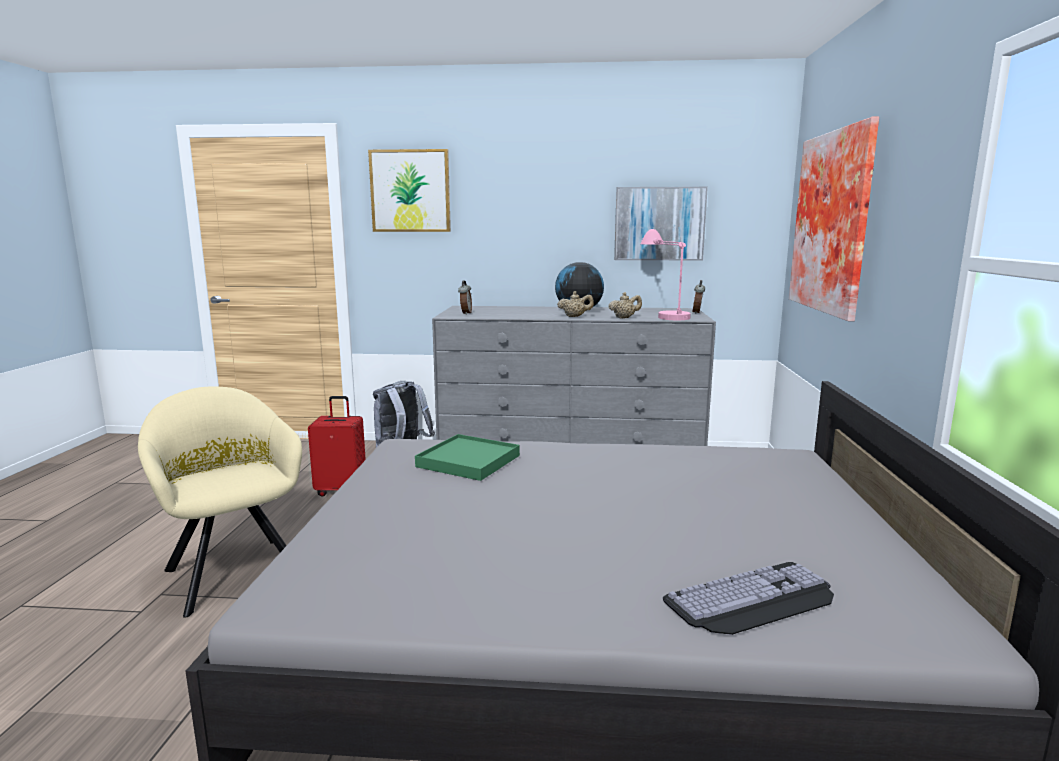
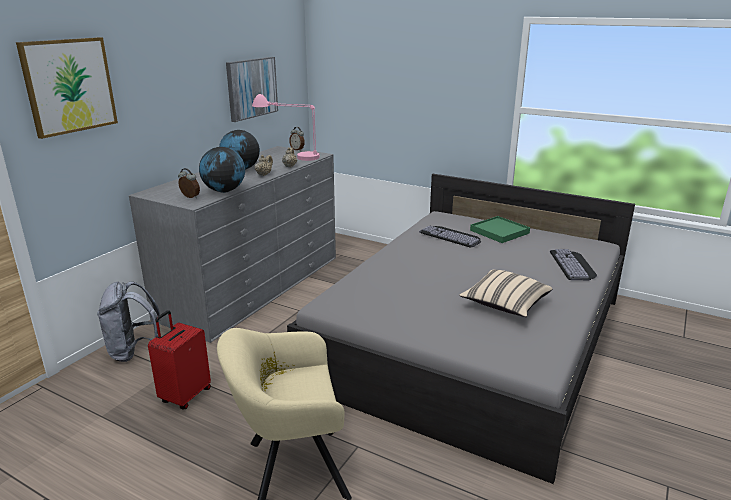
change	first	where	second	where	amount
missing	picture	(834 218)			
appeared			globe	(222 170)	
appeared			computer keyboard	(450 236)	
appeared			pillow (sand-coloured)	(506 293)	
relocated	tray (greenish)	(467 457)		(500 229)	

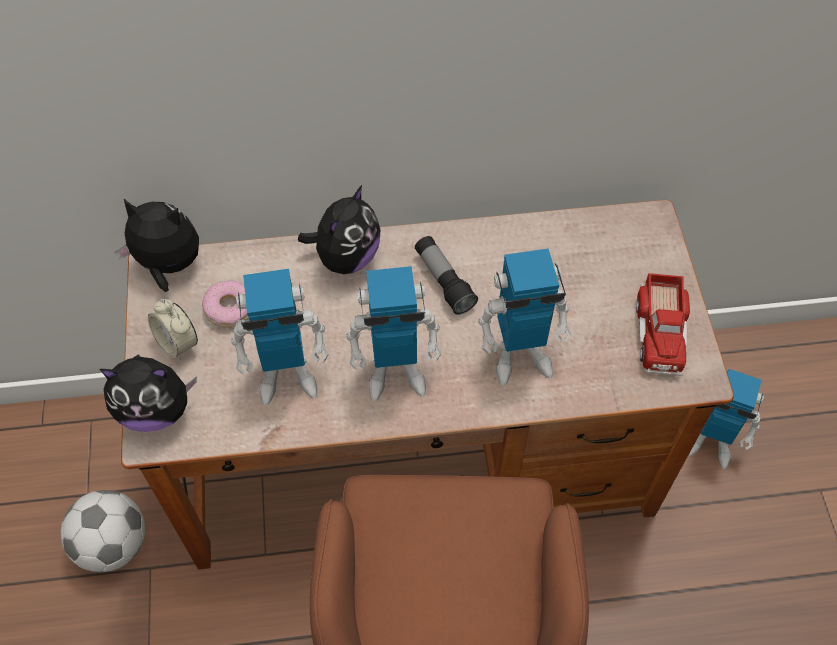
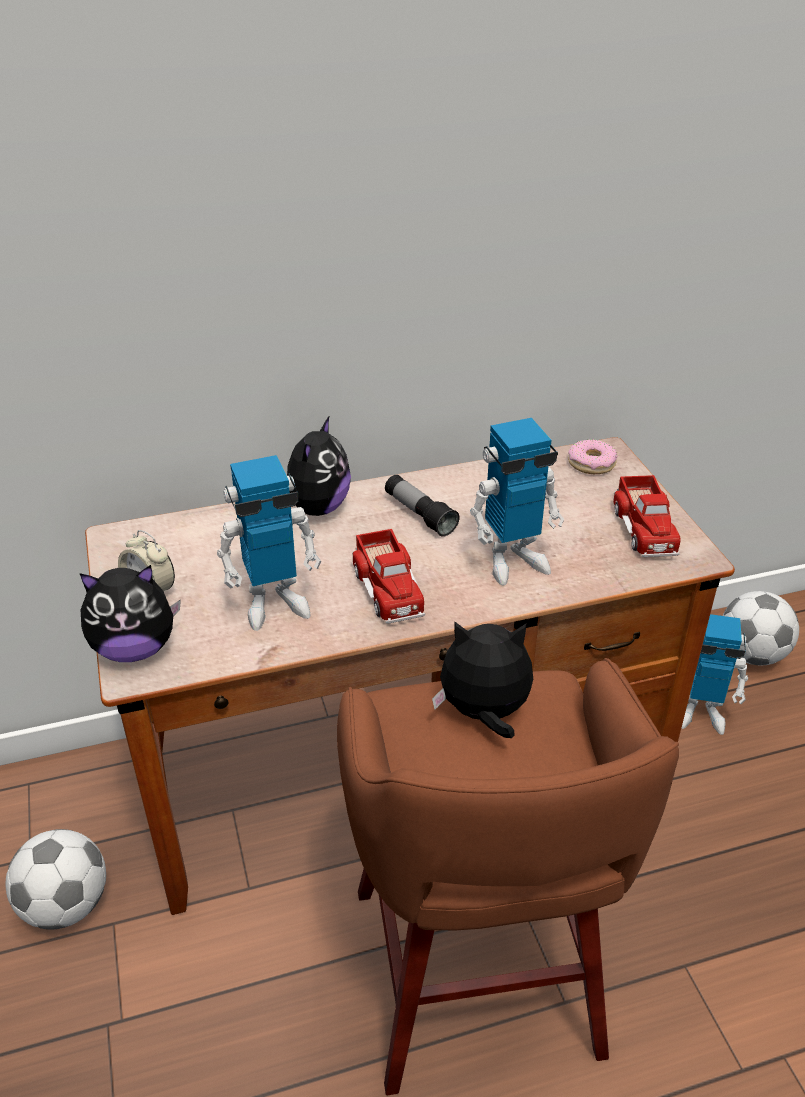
change	first	where	second	where	amount
appeared			ball for football	(761 628)	
relocated	plush toy	(157 245)		(482 680)	
relocated	ring doughnut	(225 304)		(593 456)	
exchanged	toy robot	(394 334)	toy lorry	(388 576)	

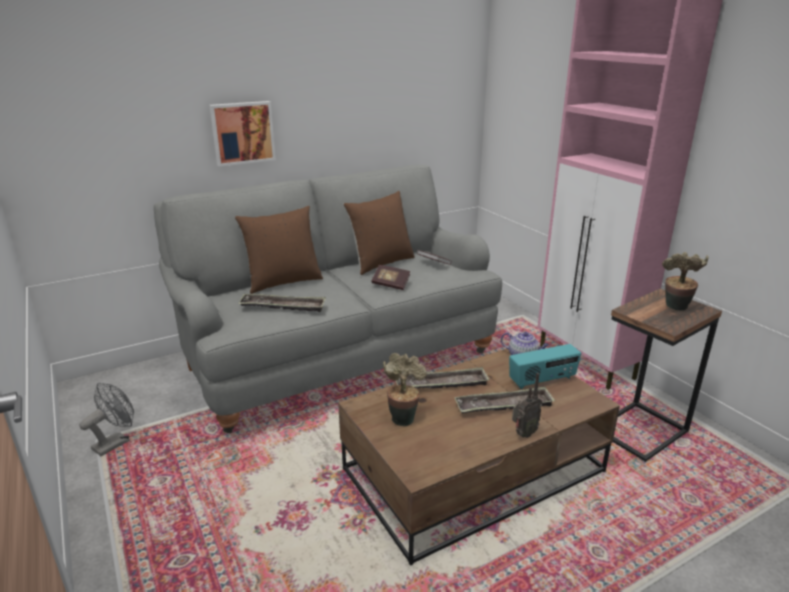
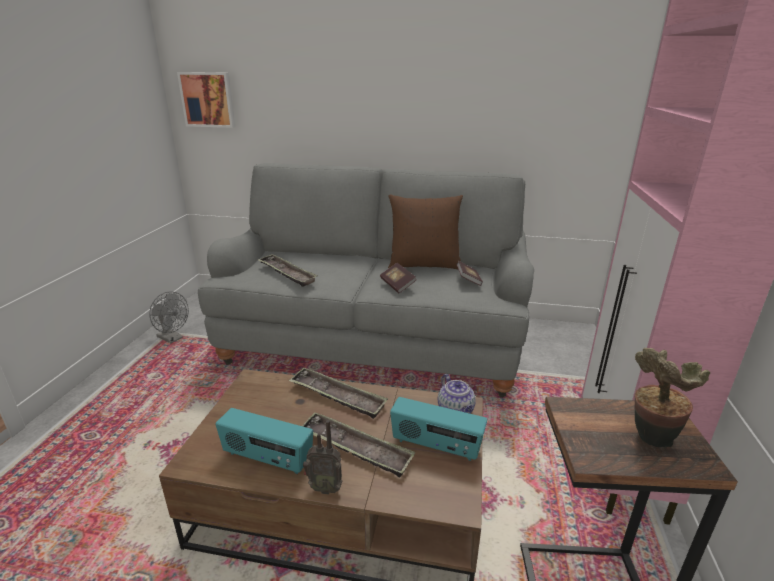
change	first	where	second	where	amount
missing	pillow (brown)	(279 250)			
missing	plant in a pot	(405 390)			
appeared			radio	(264 441)	
relocated	picture	(242 134)		(206 100)	
spun	cooling fan (grey)	(106 419)		(169 317)	45 degrees clockwise

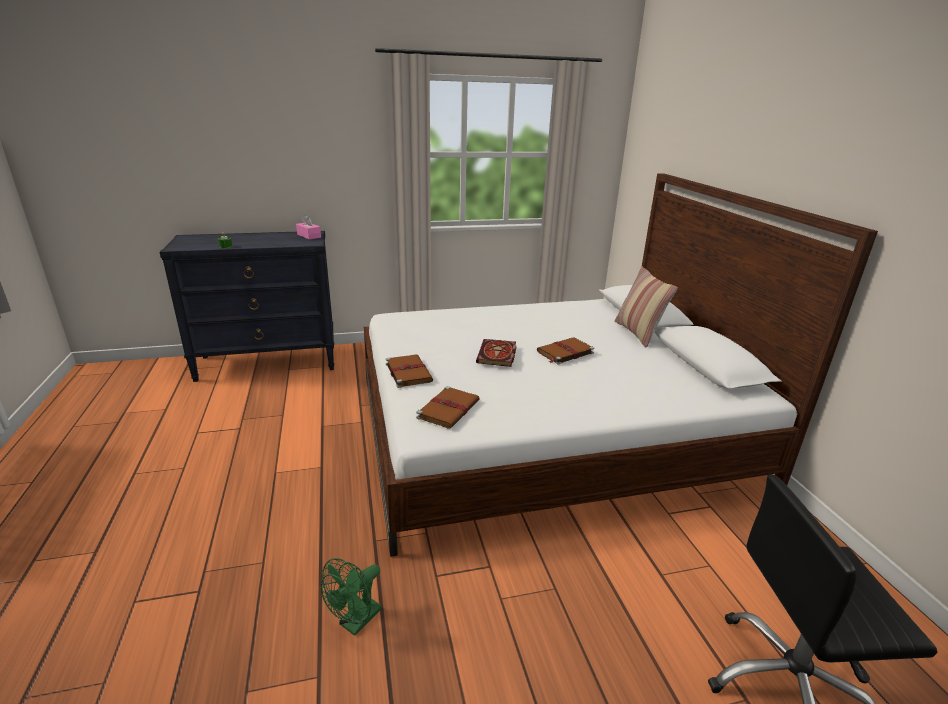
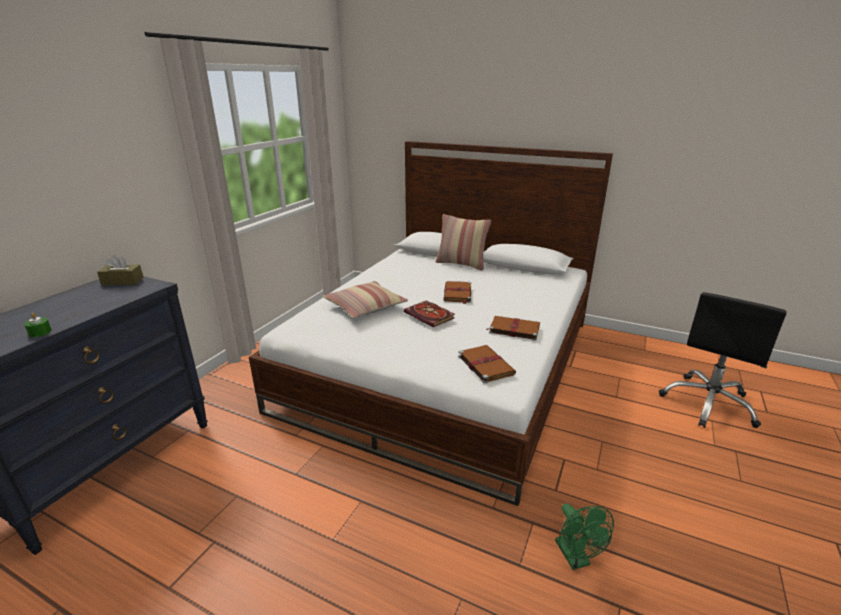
change	first	where	second	where	amount
appeared			pillow	(365 300)	
relocated	bound book (brown)	(409 371)		(513 328)	
colour	tissue holder (pink-coloured)	(308 227)	tissue holder (brown)	(120 270)	

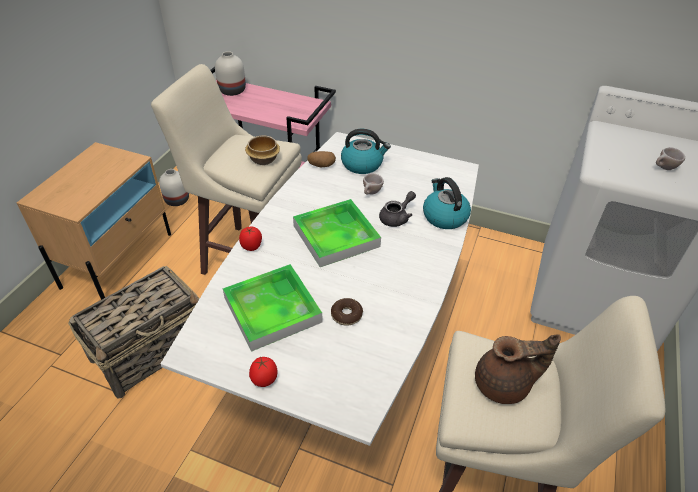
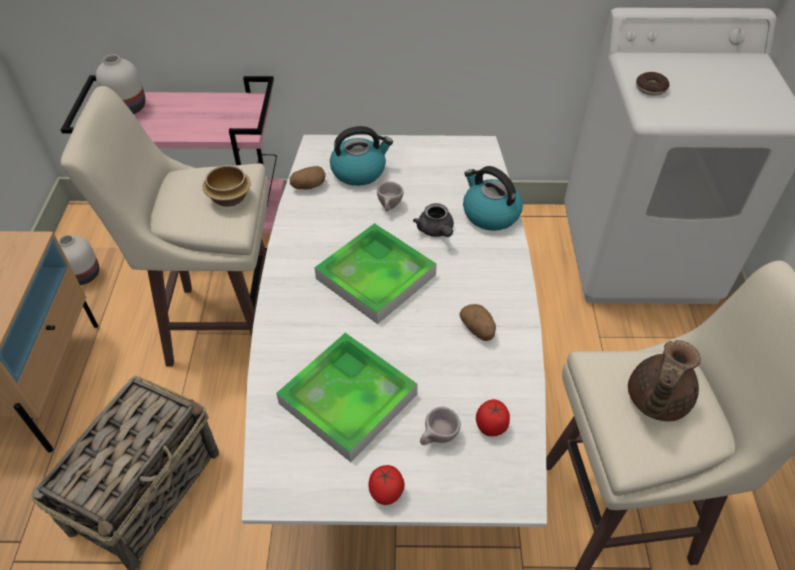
change	first	where	second	where	amount
appeared			potato	(478 322)	
relocated	fresh tomato	(250 238)		(493 417)	
relocated	ring doughnut	(347 312)		(652 84)	
relocated	drinking cup (sand-coloured)	(670 158)		(440 426)	
spun	teapot (grey)	(397 209)		(433 220)	135 degrees clockwise
spun	teapot (brown)	(518 369)		(664 381)	150 degrees clockwise

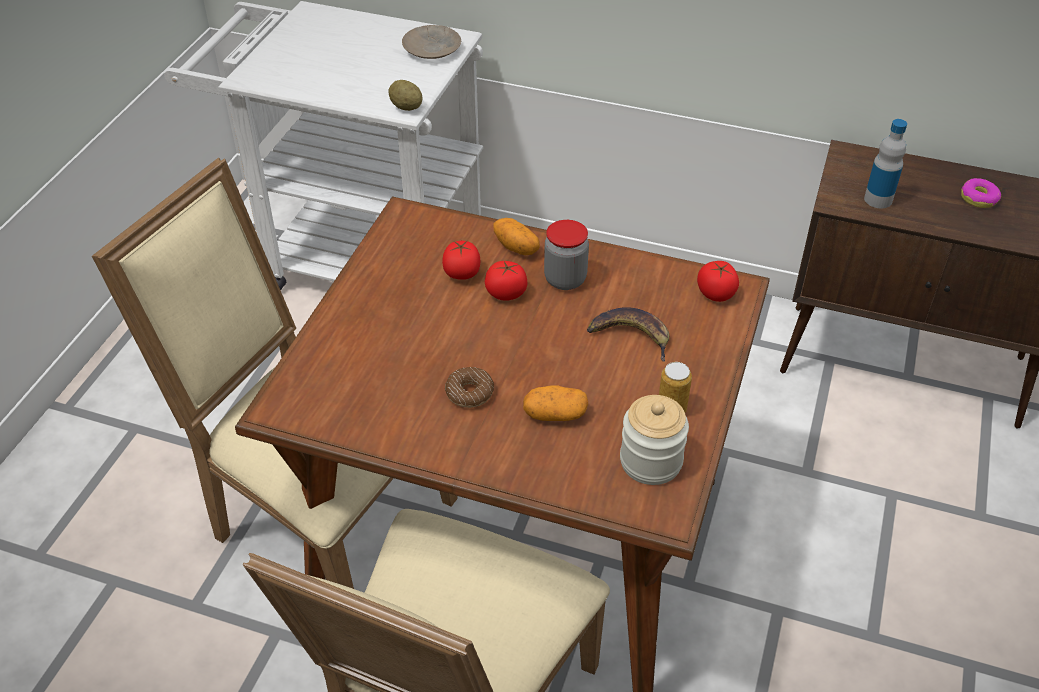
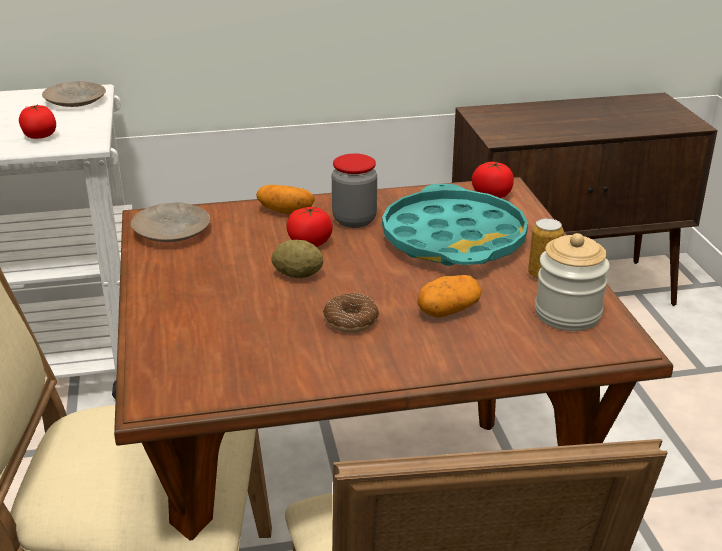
change	first	where	second	where	amount
missing	beverage bottle	(885 163)			
missing	ring doughnut	(981 193)			
appeared			dinner plate (sand-coloured)	(170 222)	
relocated	potato	(405 95)		(297 259)	
relocated	fresh tomato	(461 260)		(37 121)	
exchanged	banana fruit	(628 334)	tray (blue-green)	(455 225)	

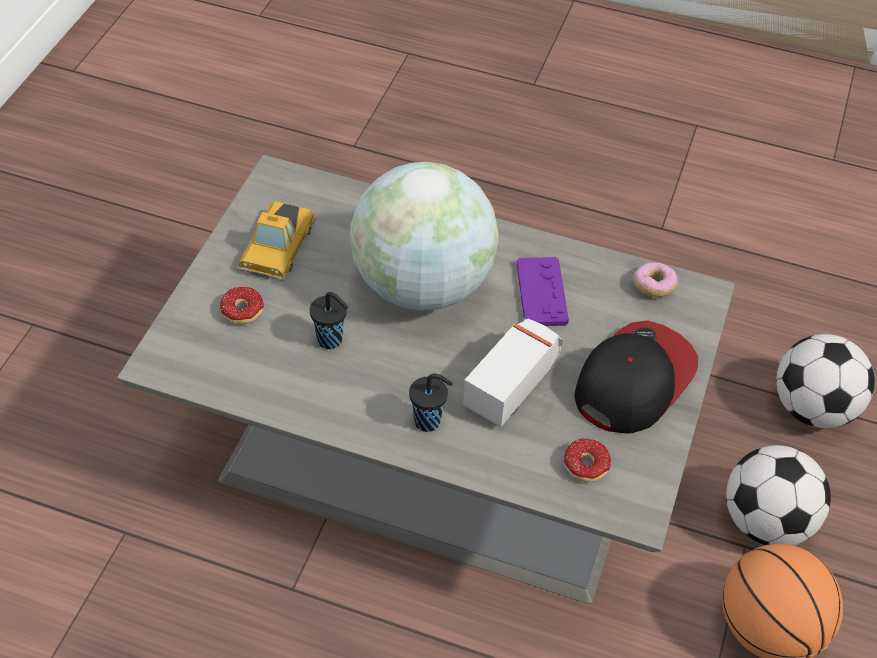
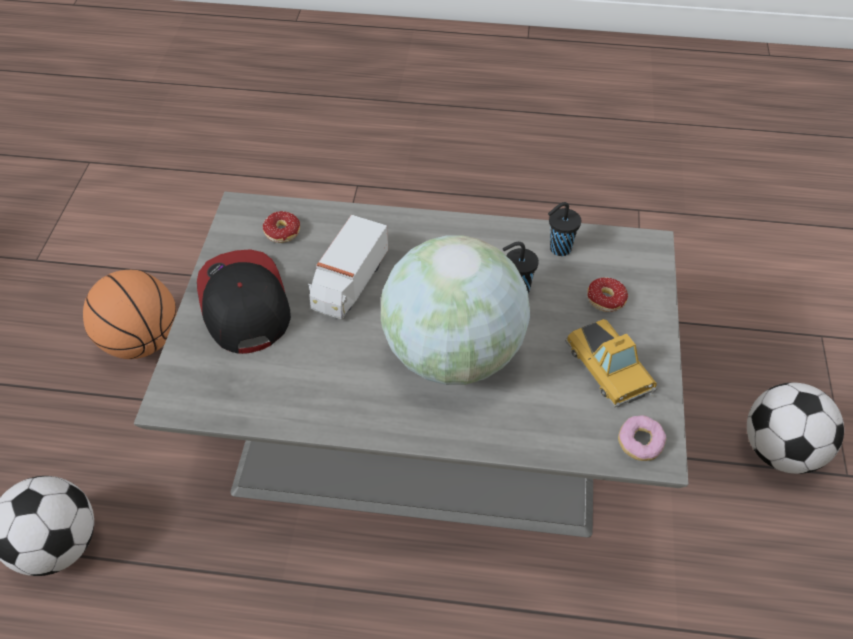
change	first	where	second	where	amount
missing	joypad (purple-coloured)	(542 291)			
relocated	drinking cup (black)	(431 403)		(564 229)	
relocated	ring doughnut	(655 279)		(642 438)	
relocated	ball for football	(778 495)		(795 428)	
spun	model car	(276 241)		(611 363)	150 degrees clockwise
spun	baseball cap	(636 377)		(244 301)	135 degrees clockwise

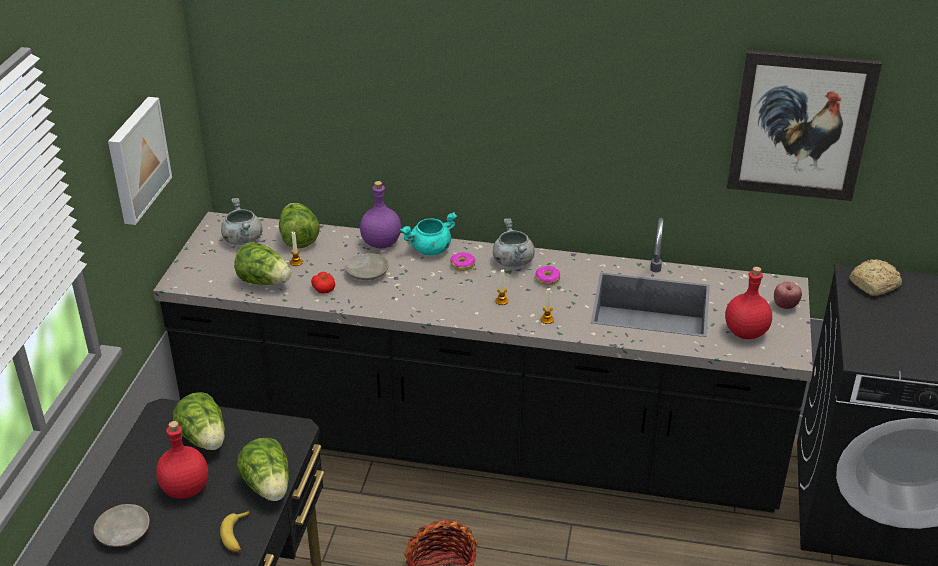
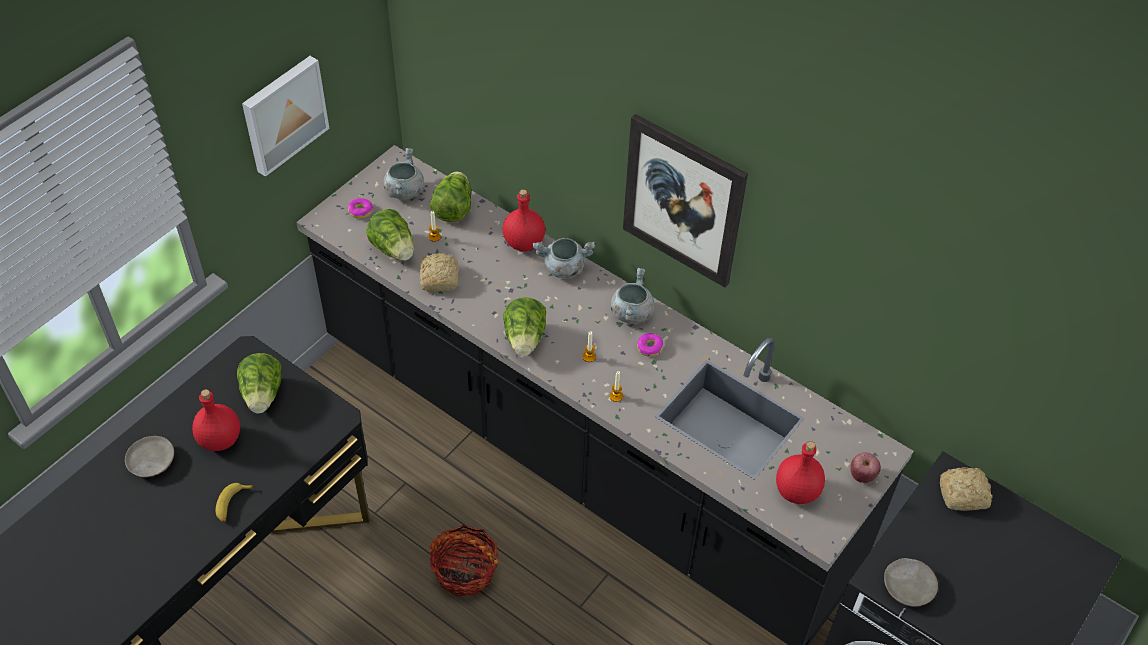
change	first	where	second	where	amount
relocated	lettuce	(263 469)		(524 326)	
relocated	dinner plate (sand-coloured)	(367 266)		(911 582)	
relocated	ring doughnut	(462 261)		(360 208)	
relocated	picture	(804 125)		(685 200)	
exchanged	fresh tomato	(323 282)	bread	(439 272)	
colour	beverage bottle (purple-coloured)	(380 214)	beverage bottle (reddish)	(524 220)	
colour	cooking pot (blue-green)	(428 234)	cooking pot (grey)	(564 258)	

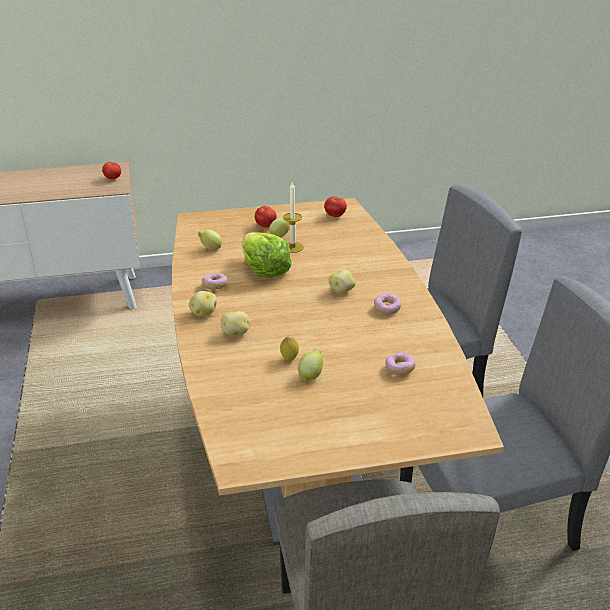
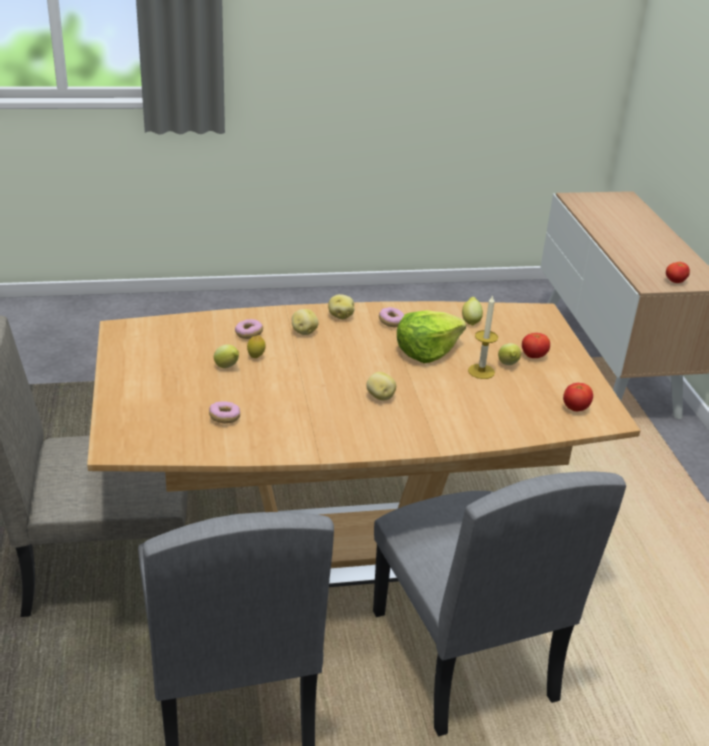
change	first	where	second	where	amount
relocated	ring doughnut	(387 304)		(249 329)	

